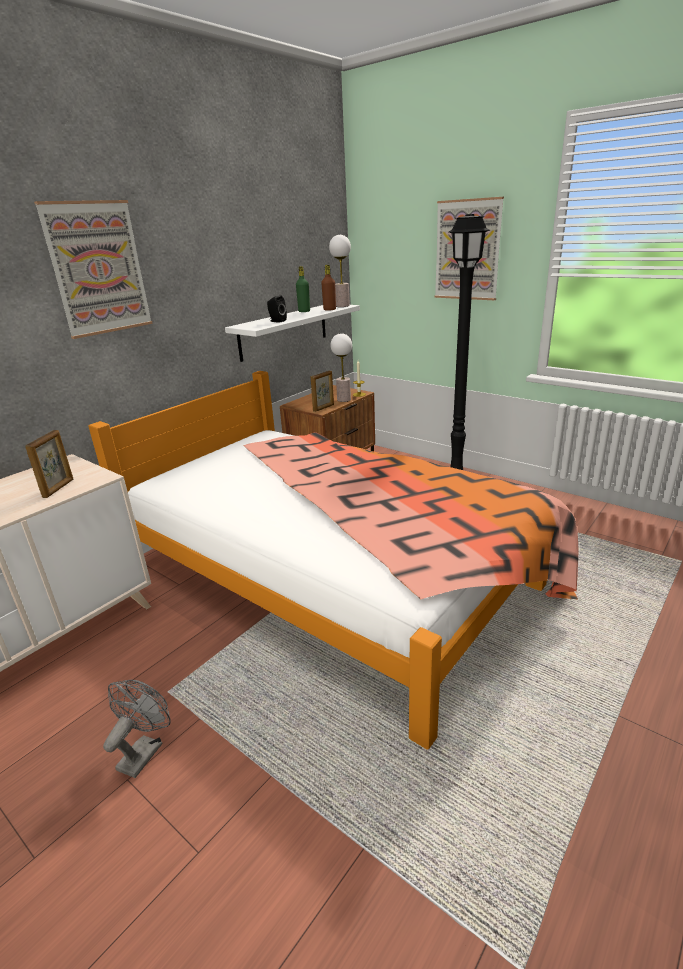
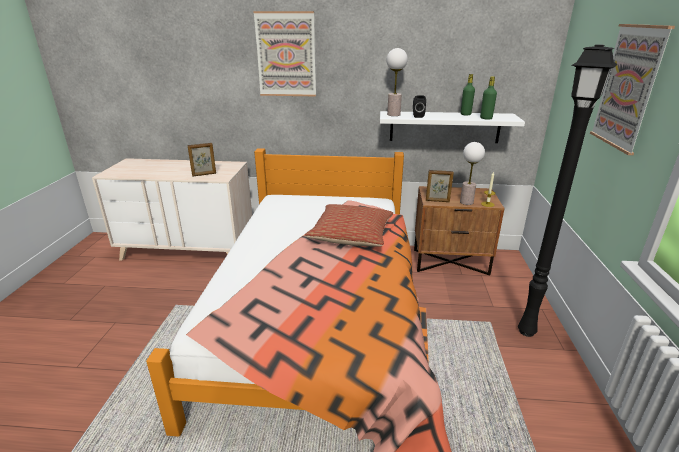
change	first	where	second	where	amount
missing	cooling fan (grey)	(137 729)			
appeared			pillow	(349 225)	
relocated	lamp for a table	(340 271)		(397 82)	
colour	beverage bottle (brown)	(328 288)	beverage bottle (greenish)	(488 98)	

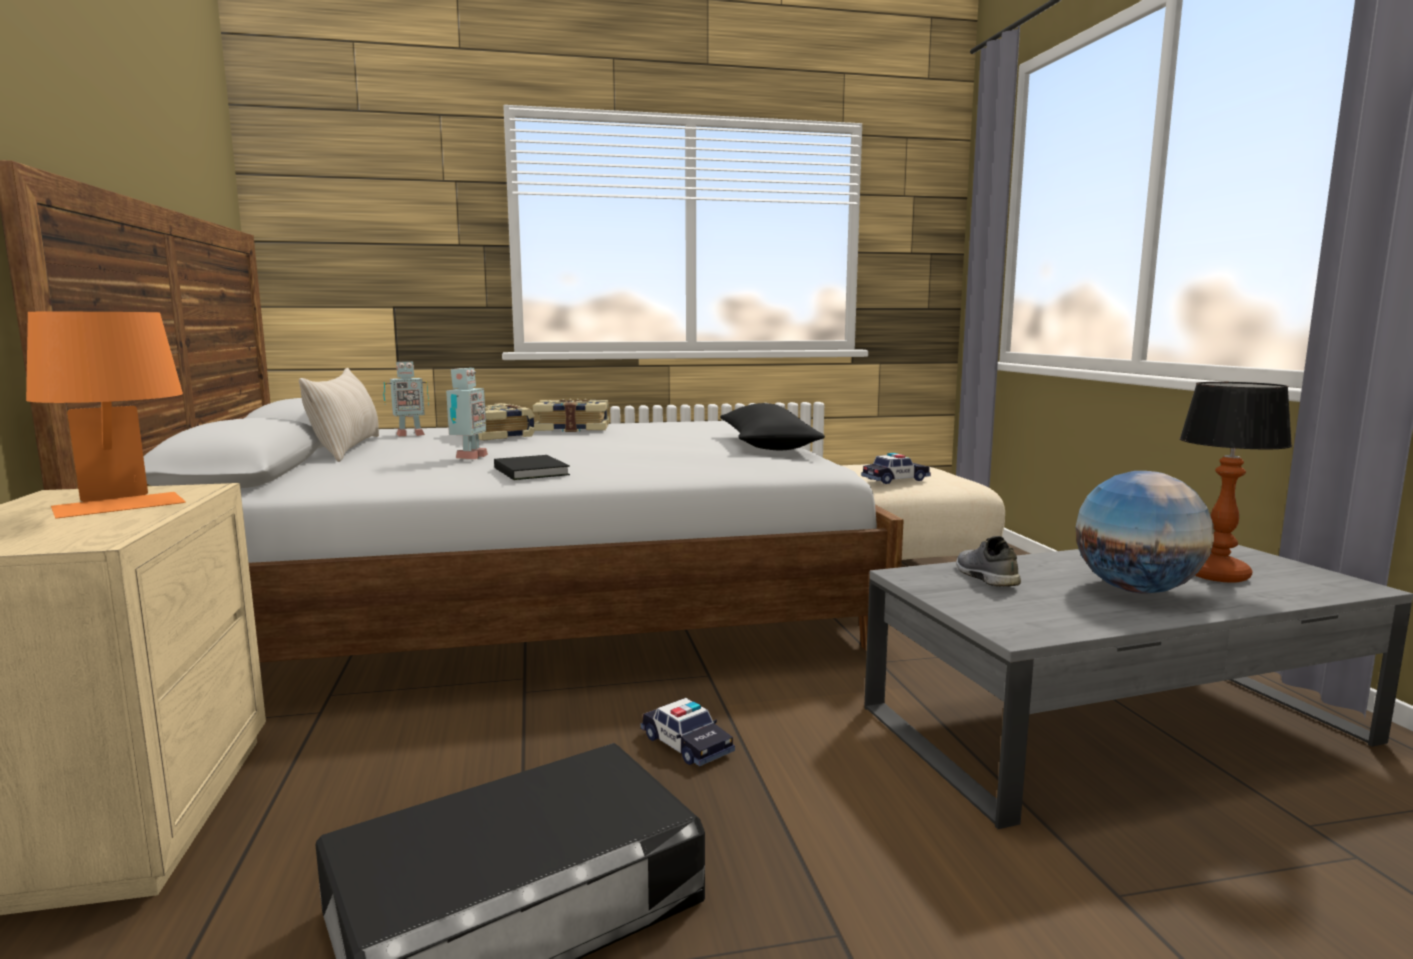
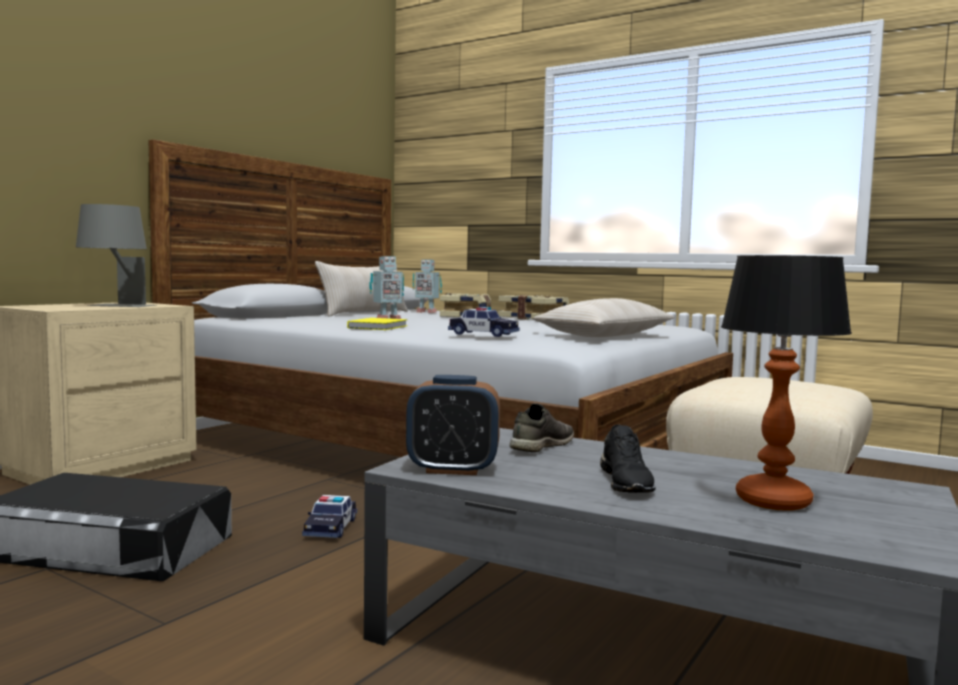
change	first	where	second	where	amount
appeared			alarm clock	(453 425)	
relocated	model car	(896 468)		(484 322)	
exchanged	globe	(1145 532)	item of footwear (black)	(628 458)	
colour	lamp for a table (orange-coloured)	(106 415)	lamp for a table (grey)	(116 255)	
colour	bound book (black)	(532 467)	bound book (yellow)	(377 324)	
colour	pillow (black)	(772 426)	pillow (sand-coloured)	(604 317)	

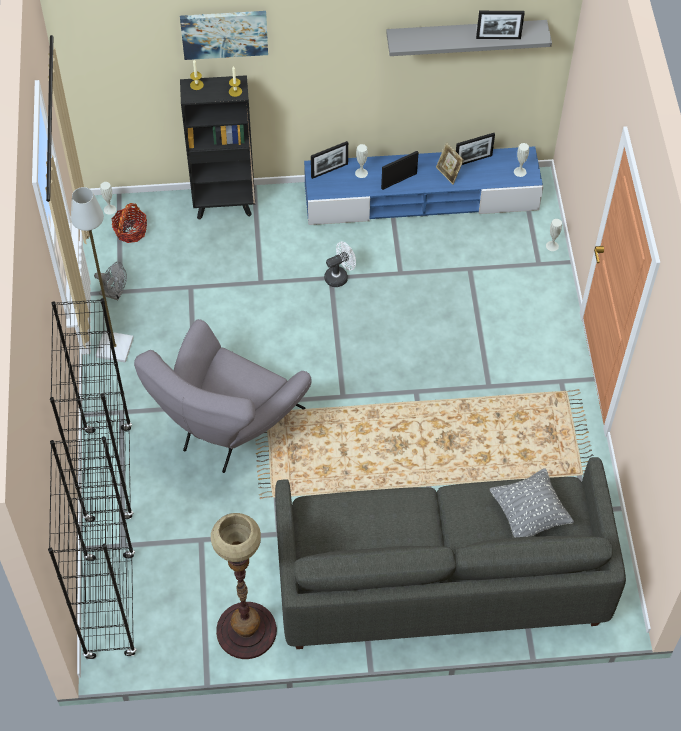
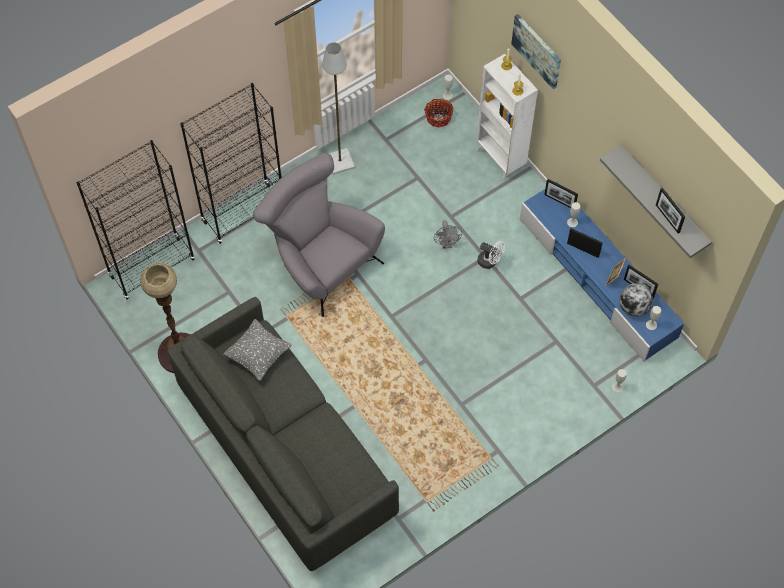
change	first	where	second	where	amount
appeared			globe	(636 300)	
relocated	cooling fan (grey)	(110 281)		(448 235)	
relocated	pillow (grey)	(532 503)		(257 350)	
colour	bookcase (black)	(217 147)	bookcase (white-coloured)	(507 117)	
spun	armchair (grey)	(223 396)		(319 235)	45 degrees clockwise

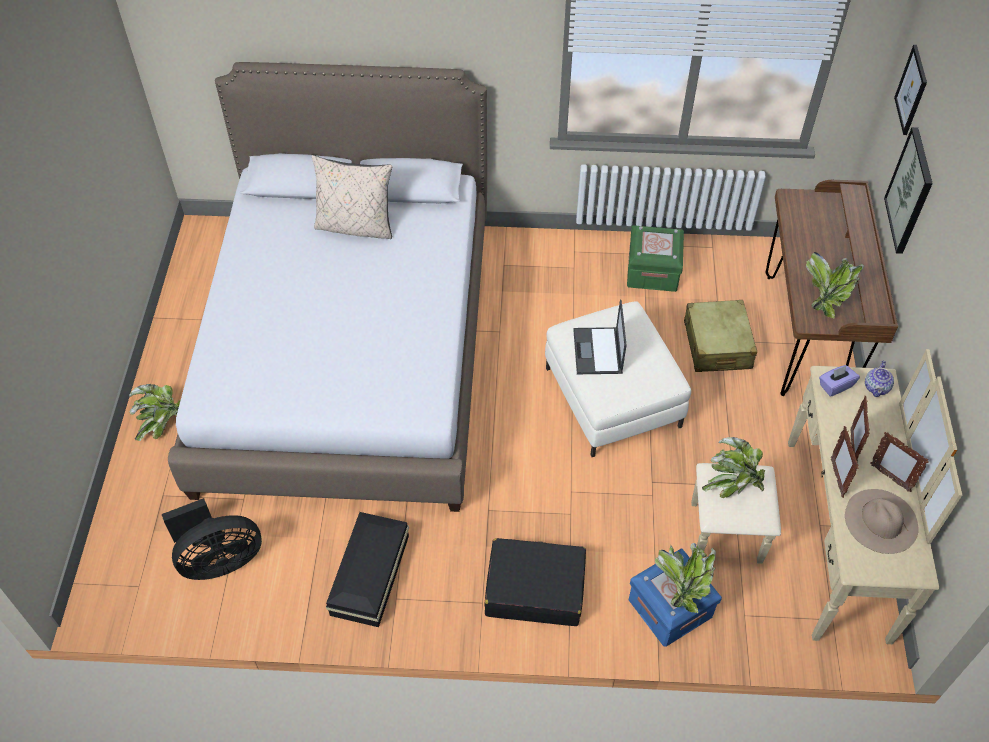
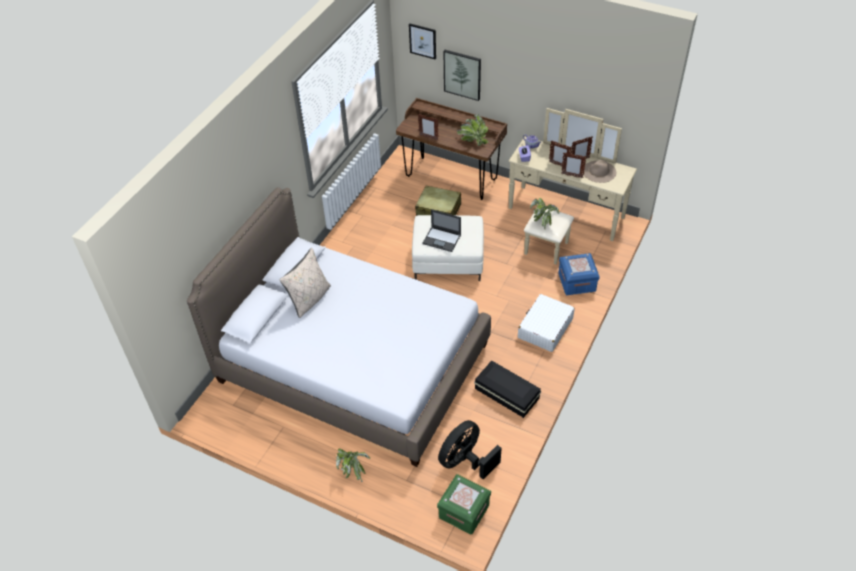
change	first	where	second	where	amount
missing	plant in a pot	(685 578)			
appeared			photo frame	(428 127)	
relocated	storage bin (greenish)	(655 258)		(464 504)	
colour	travel case (black)	(535 582)	travel case (white-coloured)	(546 323)	
spun	cooling fan (black)	(212 539)		(470 449)	135 degrees counterclockwise

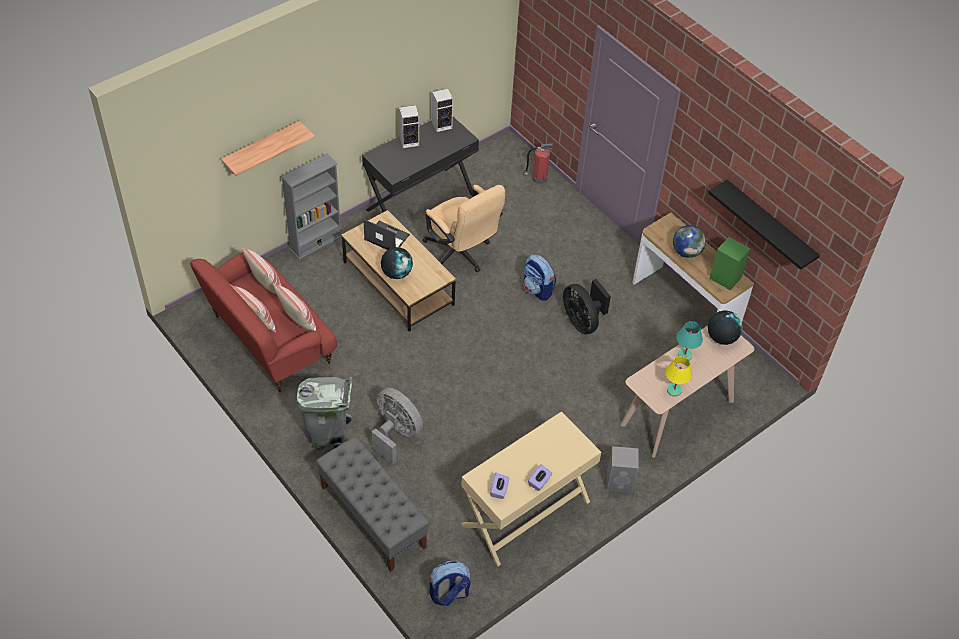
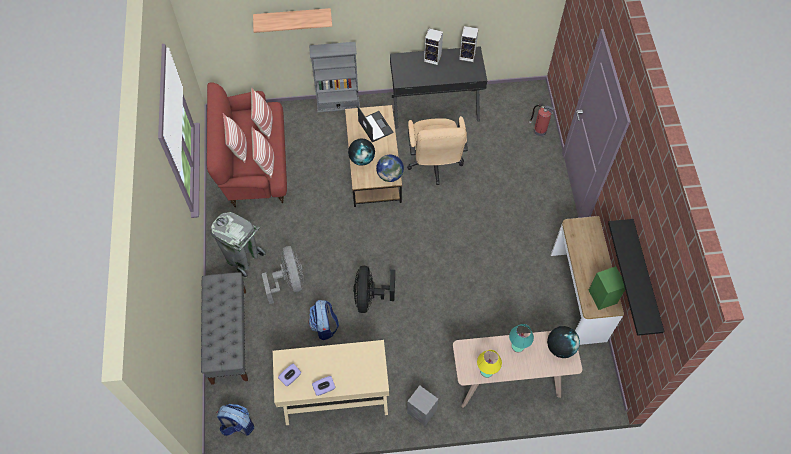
change	first	where	second	where	amount
relocated	rucksack	(540 277)		(324 320)	
relocated	cooling fan (black)	(587 306)		(374 289)	
relocated	globe	(689 241)		(390 168)	

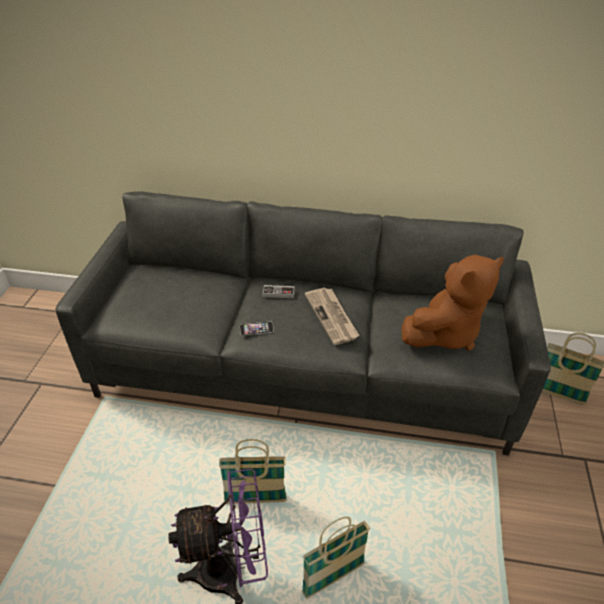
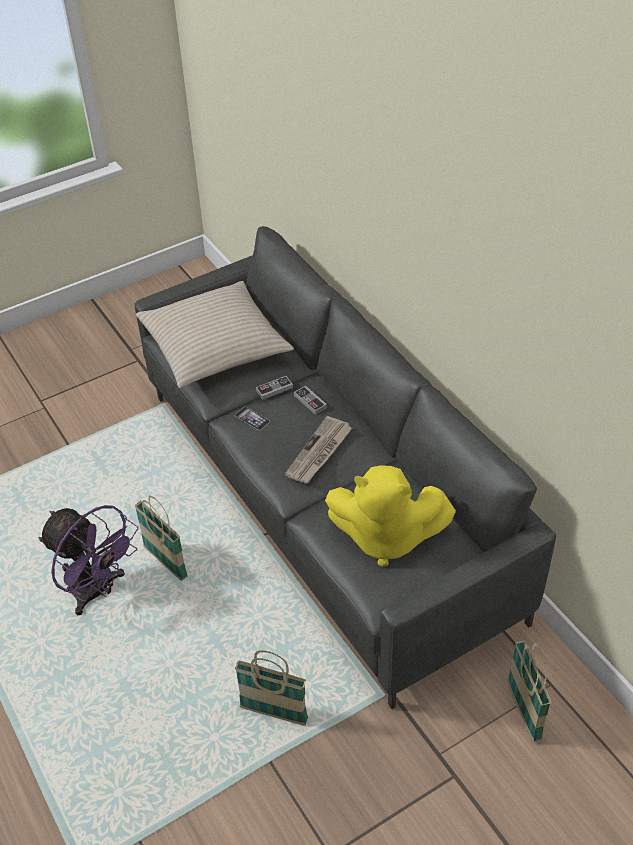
change	first	where	second	where	amount
appeared			pillow (sand-coloured)	(215 334)	
appeared			joypad	(274 388)	
relocated	basket	(336 558)		(271 688)	
colour	plush toy (brown)	(453 302)	plush toy (yellow)	(390 516)	

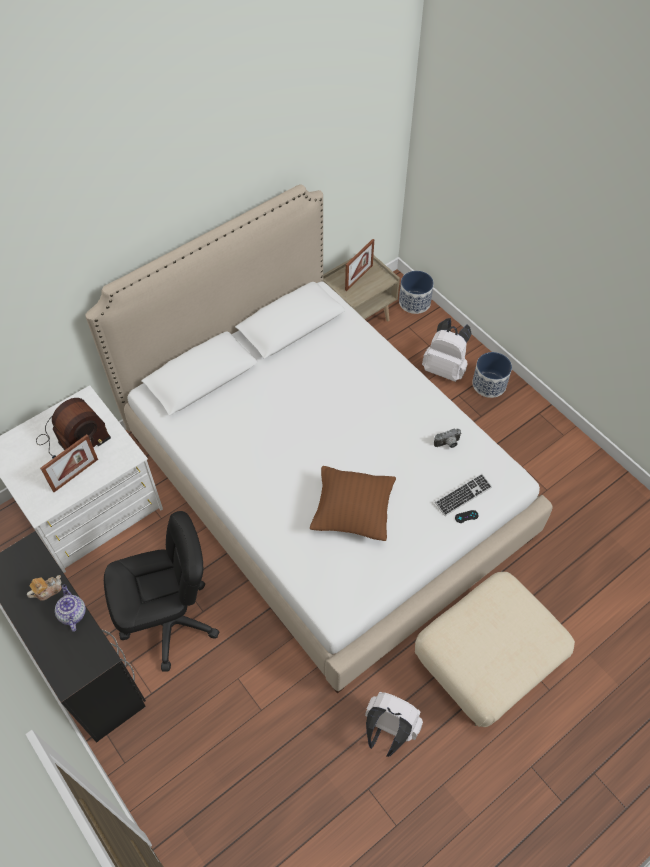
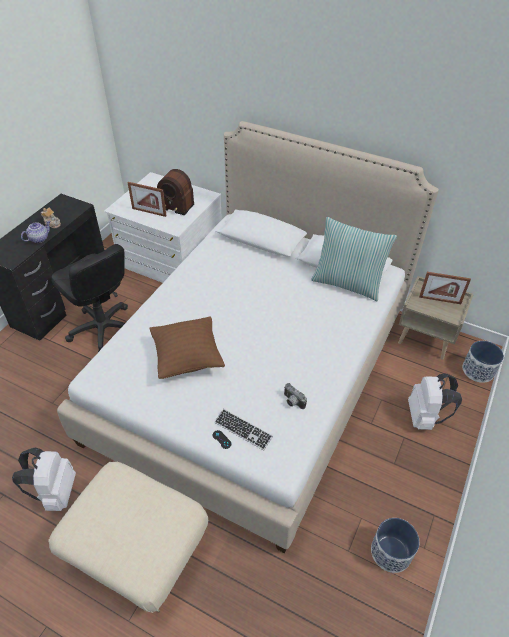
change	first	where	second	where	amount
appeared			pillow	(354 259)	
relocated	flower pot	(492 375)		(395 545)	

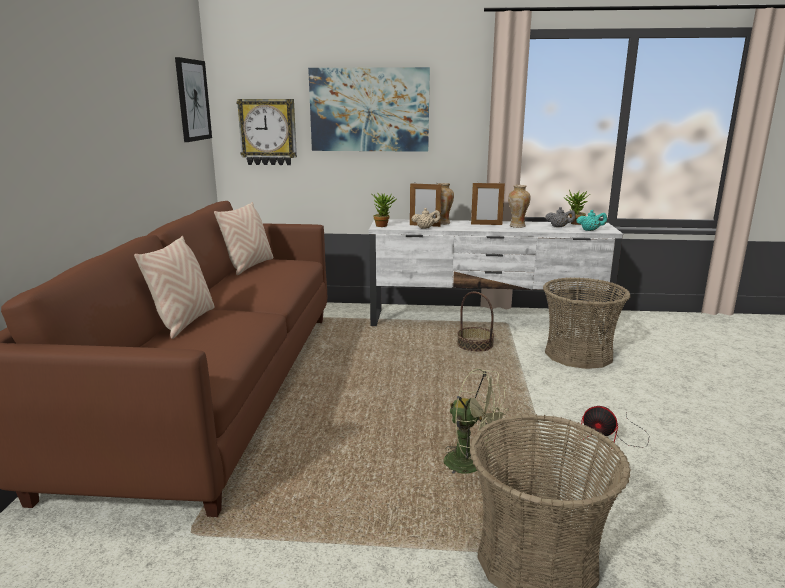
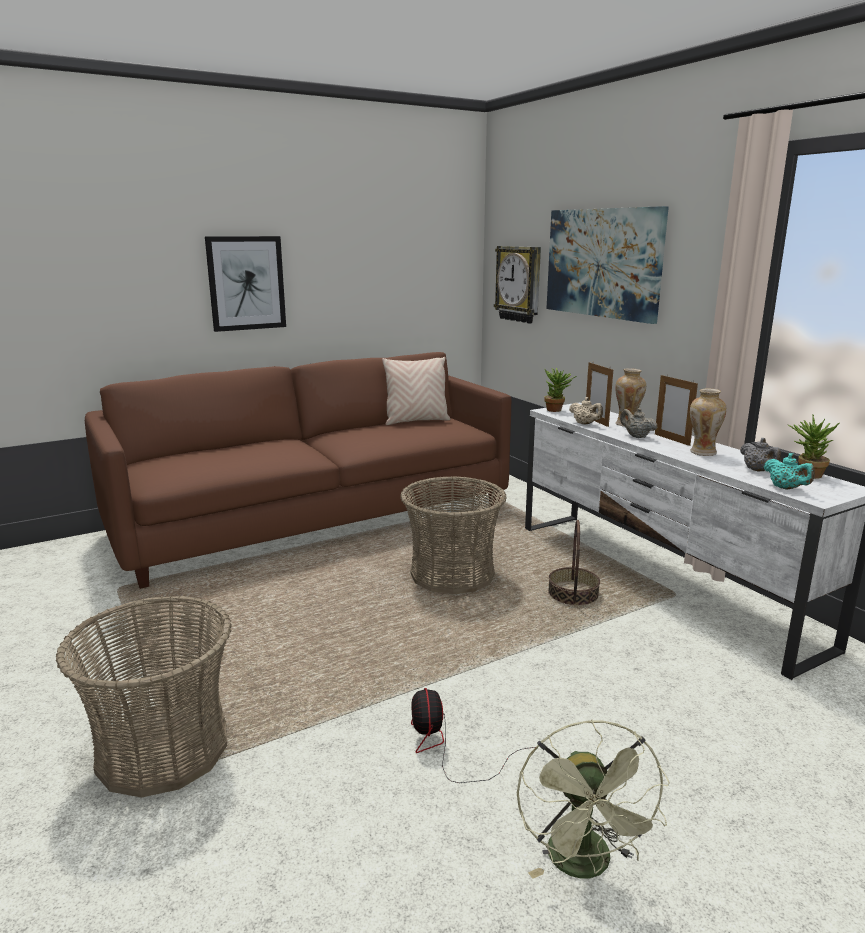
change	first	where	second	where	amount
missing	pillow (sand-coloured)	(174 287)			
appeared			teapot (sand-coloured)	(638 423)	
relocated	picture	(193 99)		(245 284)	
relocated	cooling fan (greenish)	(476 421)		(593 799)	
relocated	basket	(586 323)		(453 535)	

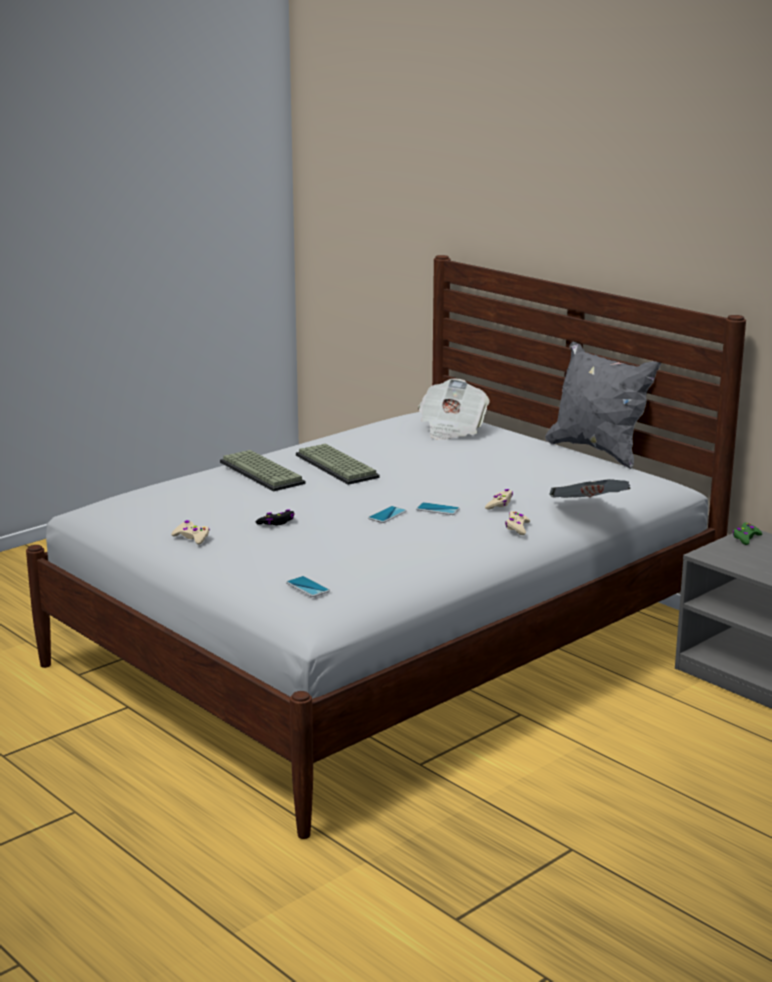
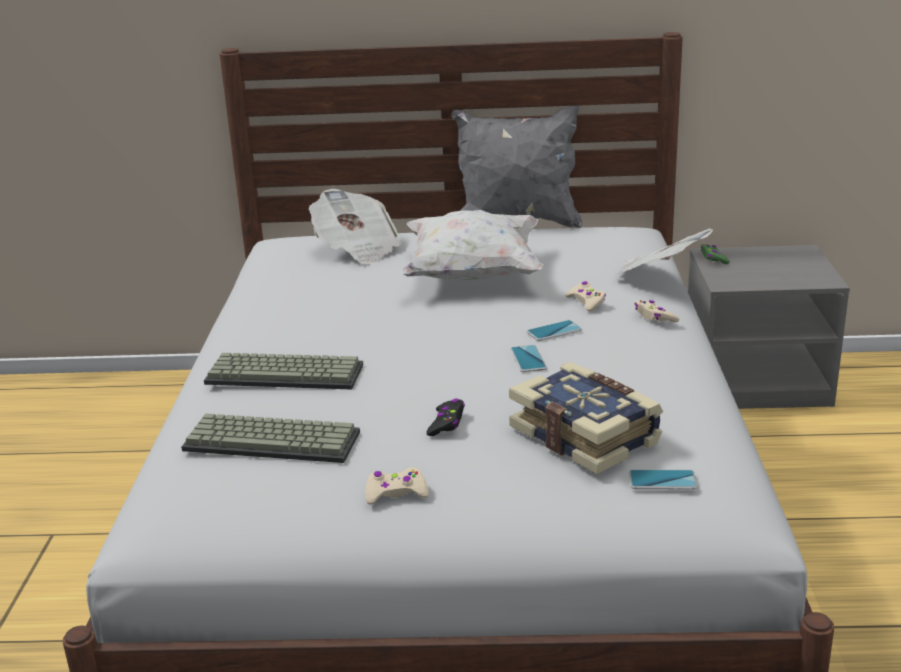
change	first	where	second	where	amount
appeared			pillow (white-coloured)	(471 245)	
appeared			bound book	(586 418)	
relocated	computer keyboard	(338 464)		(270 438)	

